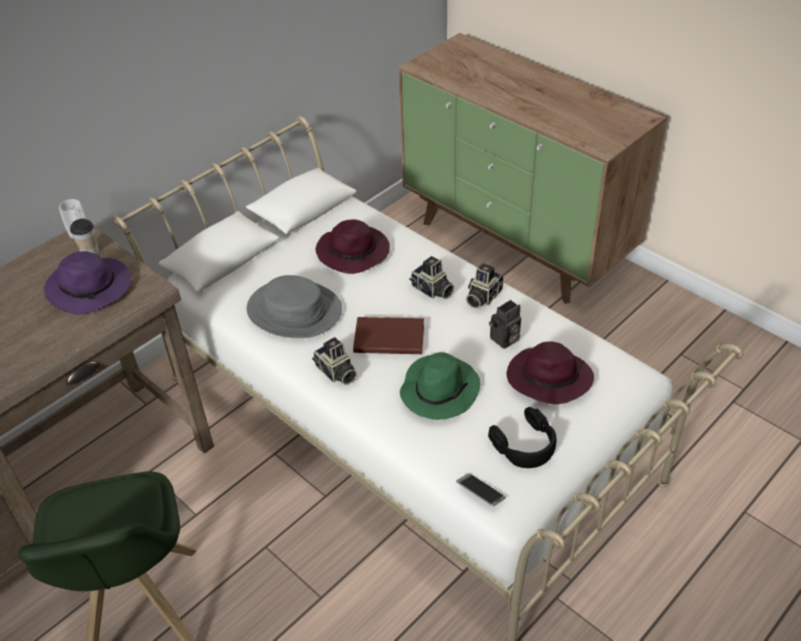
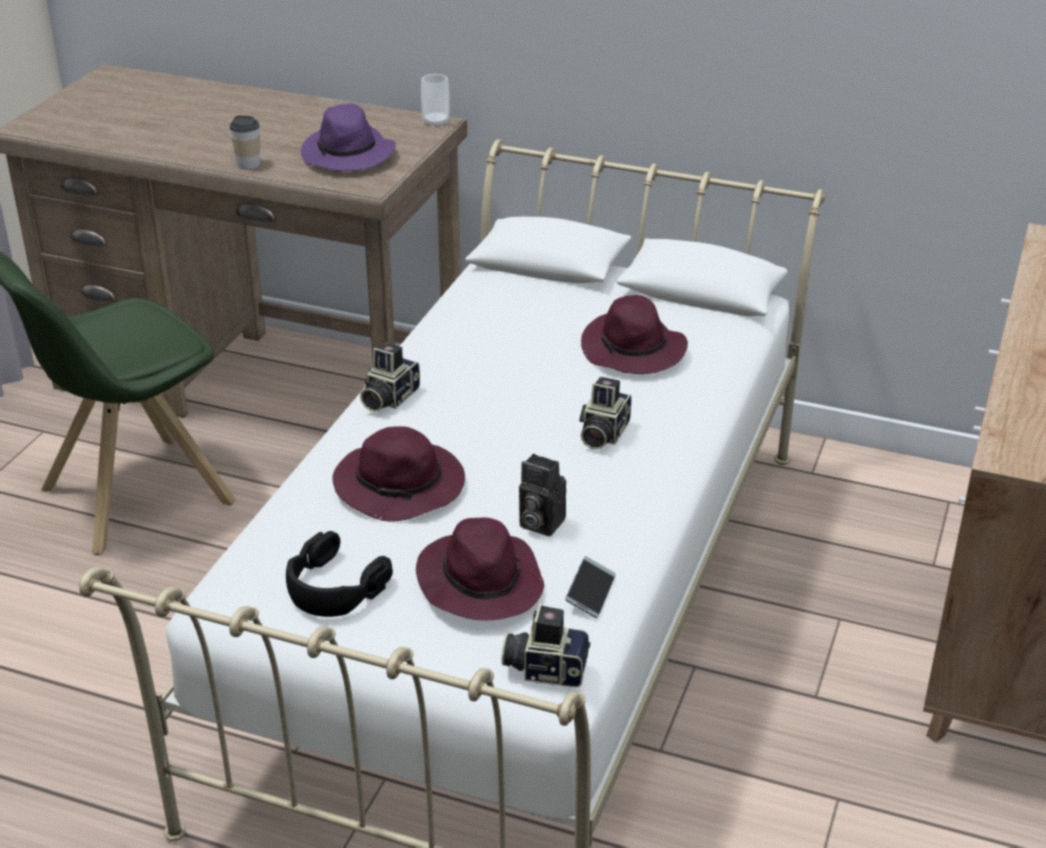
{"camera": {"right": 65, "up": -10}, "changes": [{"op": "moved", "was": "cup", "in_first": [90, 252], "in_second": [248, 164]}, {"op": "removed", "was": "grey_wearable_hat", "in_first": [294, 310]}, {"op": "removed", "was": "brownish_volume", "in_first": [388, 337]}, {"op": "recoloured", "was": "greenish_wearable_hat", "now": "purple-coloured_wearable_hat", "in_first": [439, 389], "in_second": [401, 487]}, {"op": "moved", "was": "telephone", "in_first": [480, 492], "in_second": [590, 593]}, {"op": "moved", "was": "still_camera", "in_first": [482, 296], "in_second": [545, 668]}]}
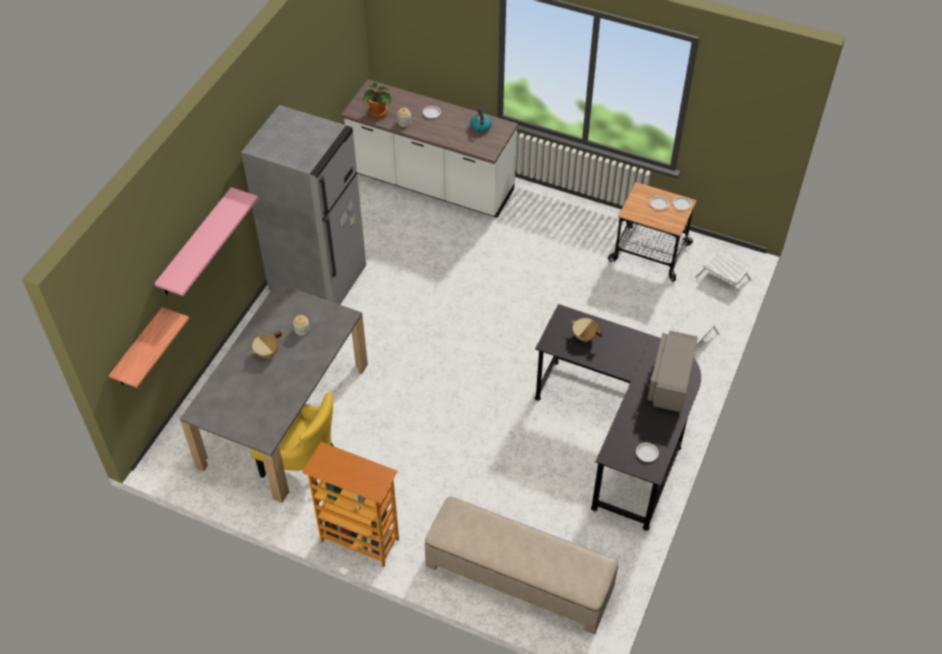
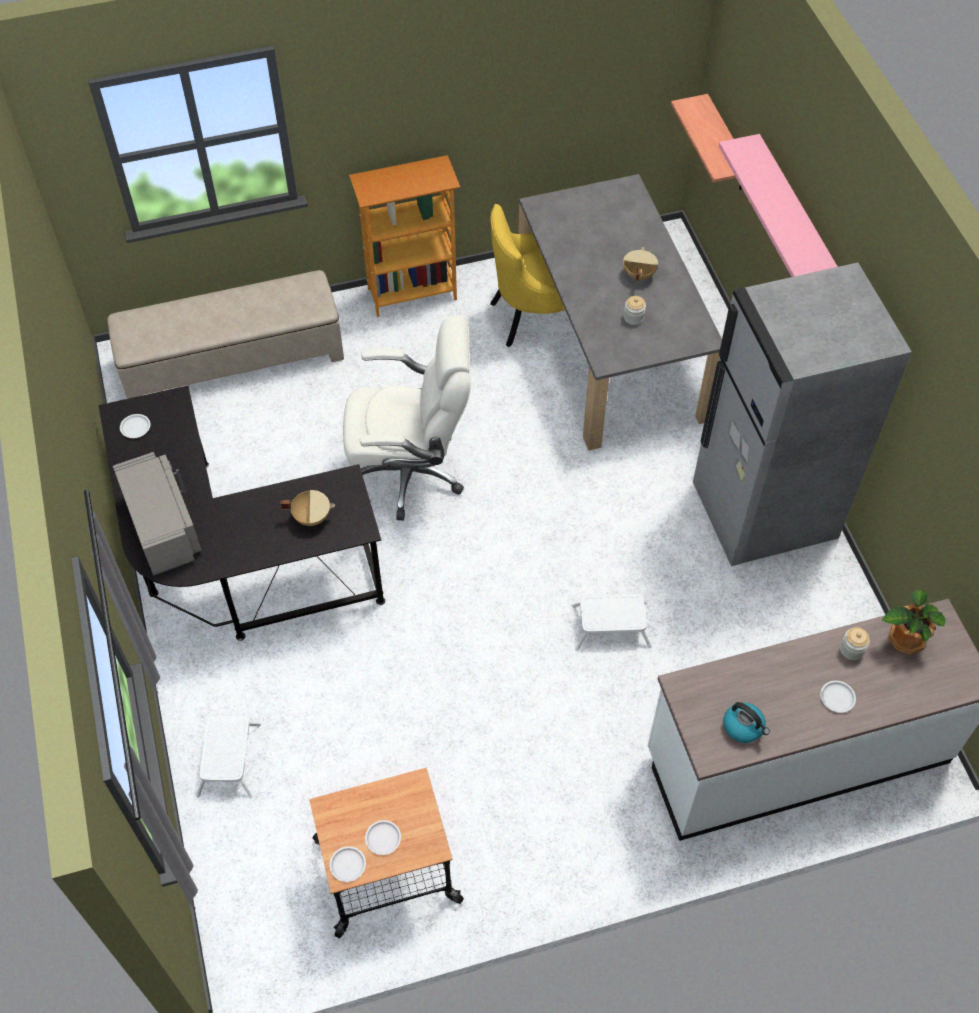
{"camera": {"right": 140, "up": 5}, "changes": [{"op": "moved", "was": "white-coloured_stepladder", "in_first": [723, 278], "in_second": [611, 626]}, {"op": "added", "now": "white-coloured_office_chair", "in_second": [411, 473]}]}
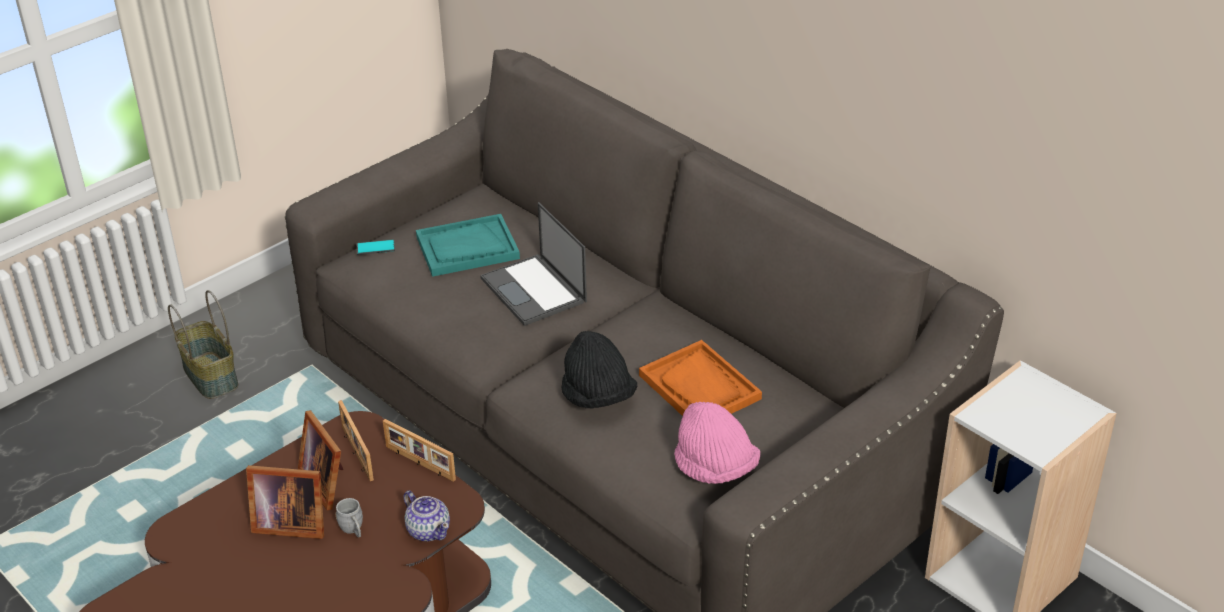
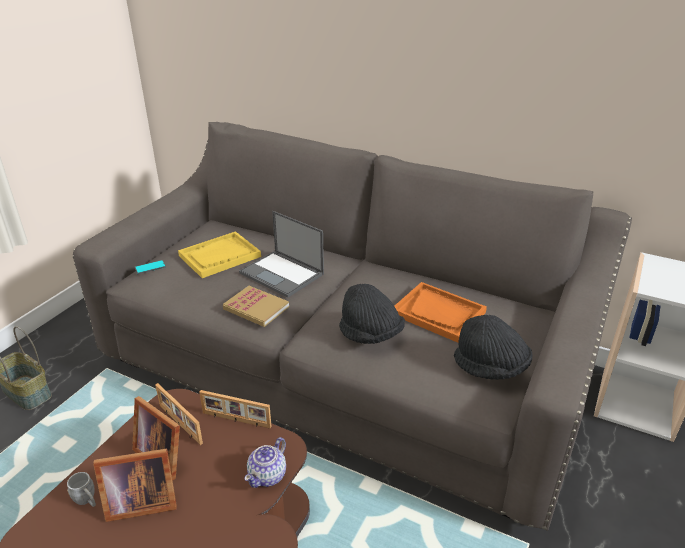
{"camera": {"right": -20, "up": -5}, "changes": [{"op": "moved", "was": "grey_tea_mug", "in_first": [353, 530], "in_second": [87, 500]}, {"op": "turned", "was": "teapot", "in_first": [428, 530], "in_second": [268, 475], "clockwise": 90}, {"op": "recoloured", "was": "turquoise-coloured_serving_tray", "now": "yellow-coloured_serving_tray", "in_first": [467, 248], "in_second": [219, 256]}, {"op": "recoloured", "was": "pinkish_wearable_hat", "now": "black_wearable_hat", "in_first": [715, 468], "in_second": [491, 367]}, {"op": "added", "now": "volume", "in_second": [256, 308]}]}
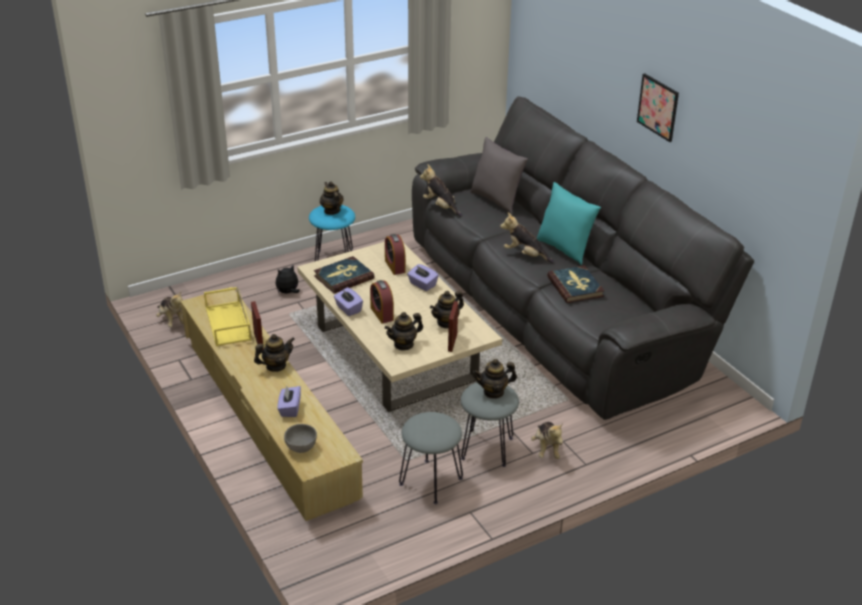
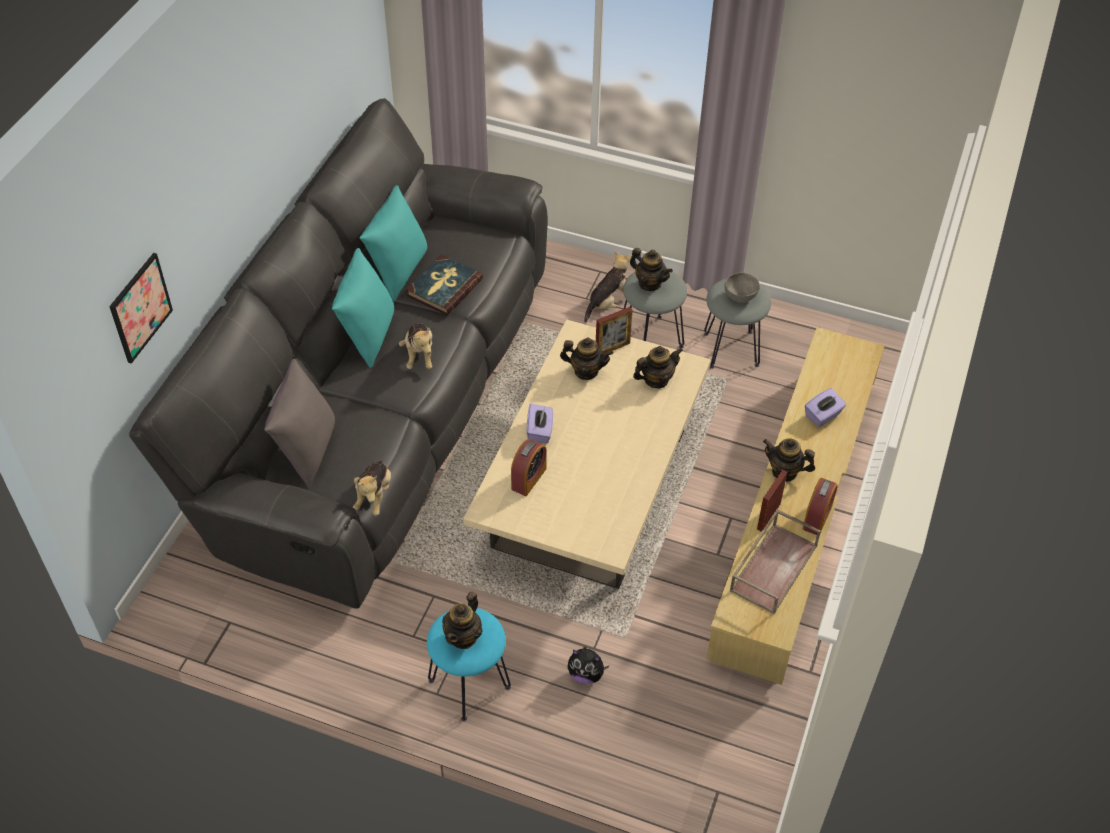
{"camera": {"right": -130, "up": 15}, "changes": [{"op": "removed", "was": "cuddly_toy", "in_first": [172, 320]}, {"op": "recoloured", "was": "yellow-coloured_serving_tray", "now": "brownish_serving_tray", "in_first": [229, 324], "in_second": [773, 567]}, {"op": "moved", "was": "grey_bowl", "in_first": [300, 447], "in_second": [741, 297]}, {"op": "removed", "was": "volume", "in_first": [343, 277]}, {"op": "removed", "was": "purple-coloured_tissue_box", "in_first": [348, 309]}, {"op": "moved", "was": "table_clock", "in_first": [382, 314], "in_second": [817, 517]}, {"op": "turned", "was": "teapot", "in_first": [404, 344], "in_second": [656, 380], "clockwise": -45}, {"op": "moved", "was": "picture", "in_first": [658, 107], "in_second": [140, 307]}, {"op": "added", "now": "turquoise-coloured_pillow", "in_second": [398, 272]}]}
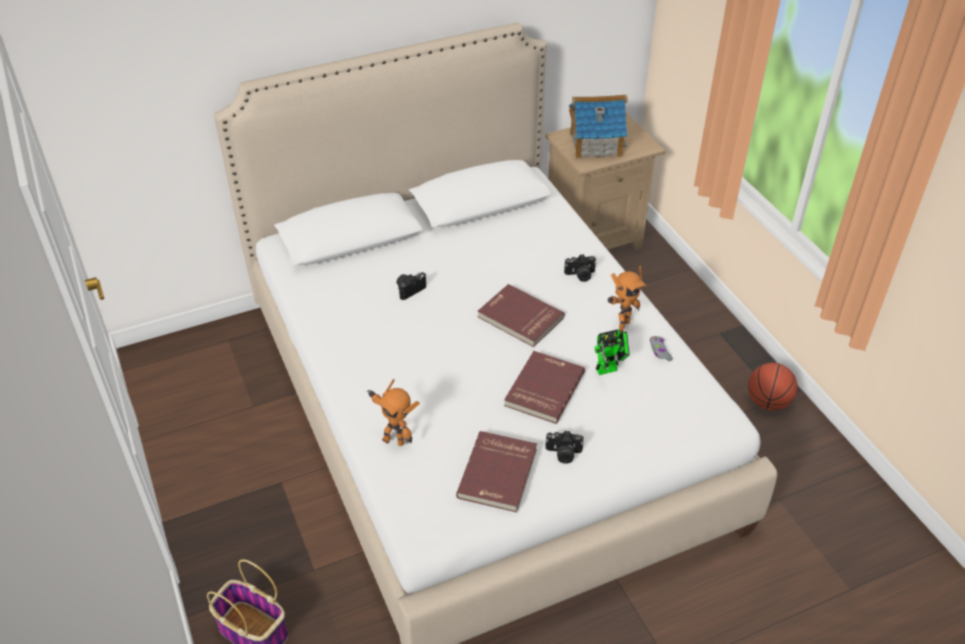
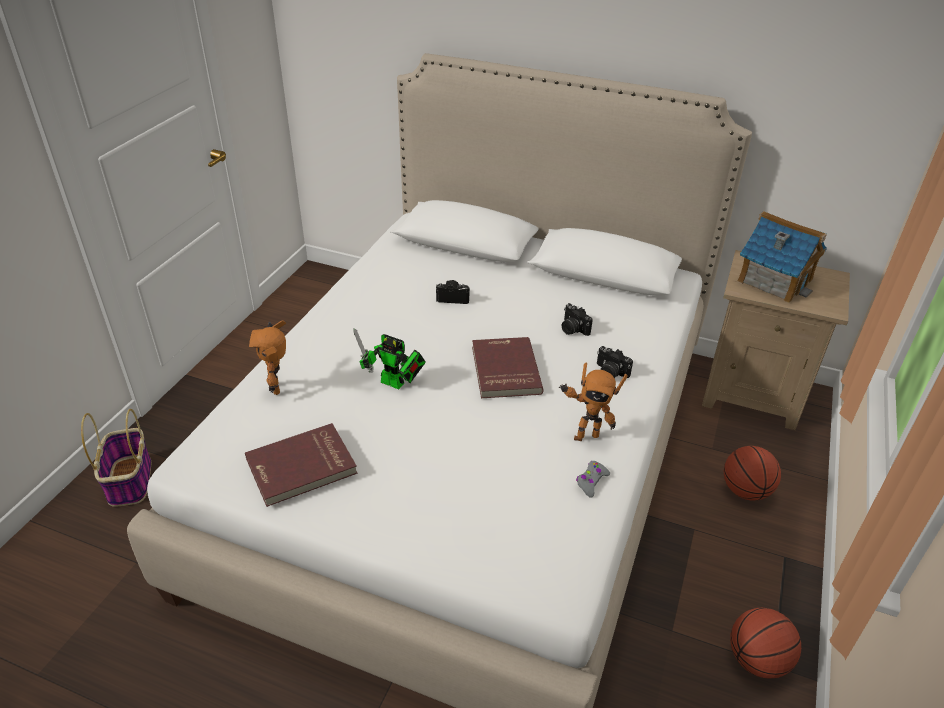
{"camera": {"right": 45, "up": -5}, "changes": [{"op": "removed", "was": "red-coloured_volume", "in_first": [543, 388]}, {"op": "moved", "was": "still_camera", "in_first": [563, 454], "in_second": [572, 329]}, {"op": "moved", "was": "toy_robot", "in_first": [609, 369], "in_second": [395, 384]}, {"op": "added", "now": "ball_for_basketball", "in_second": [745, 491]}]}
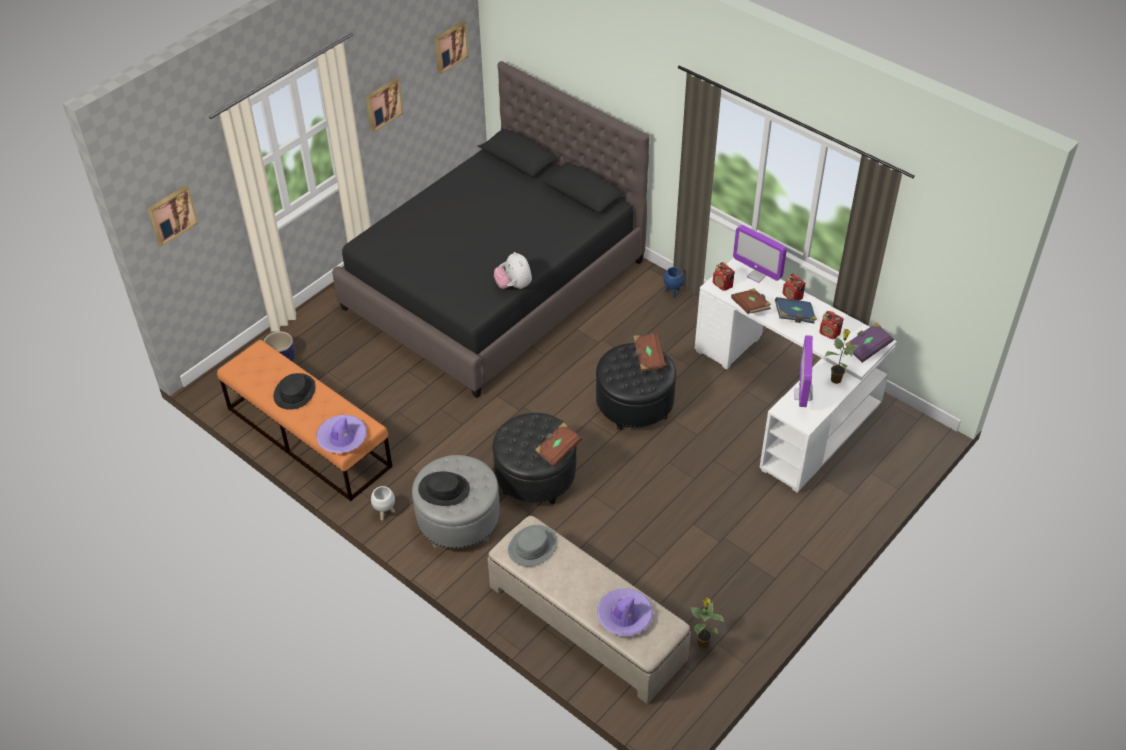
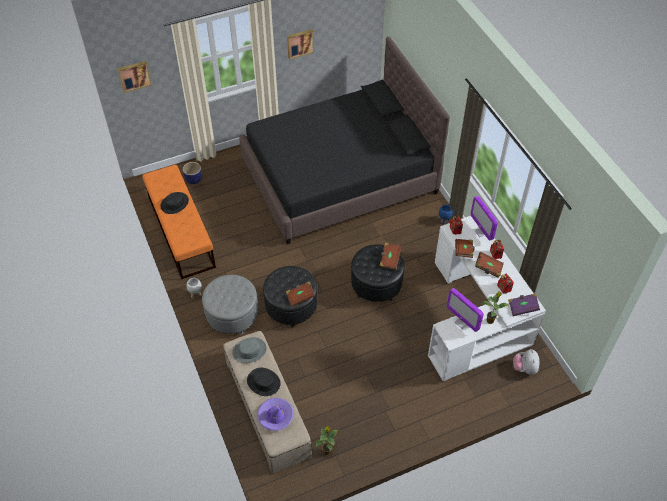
{"camera": {"right": 25, "up": 5}, "changes": [{"op": "removed", "was": "purple-coloured_wearable_hat", "in_first": [342, 438]}, {"op": "moved", "was": "black_wearable_hat", "in_first": [444, 489], "in_second": [263, 382]}, {"op": "removed", "was": "picture", "in_first": [450, 46]}, {"op": "moved", "was": "cuddly_toy", "in_first": [514, 285], "in_second": [524, 368]}, {"op": "recoloured", "was": "blue-coloured_volume", "now": "brownish_volume", "in_first": [794, 316], "in_second": [488, 268]}, {"op": "turned", "was": "monitor", "in_first": [803, 395], "in_second": [462, 322], "clockwise": -75}]}
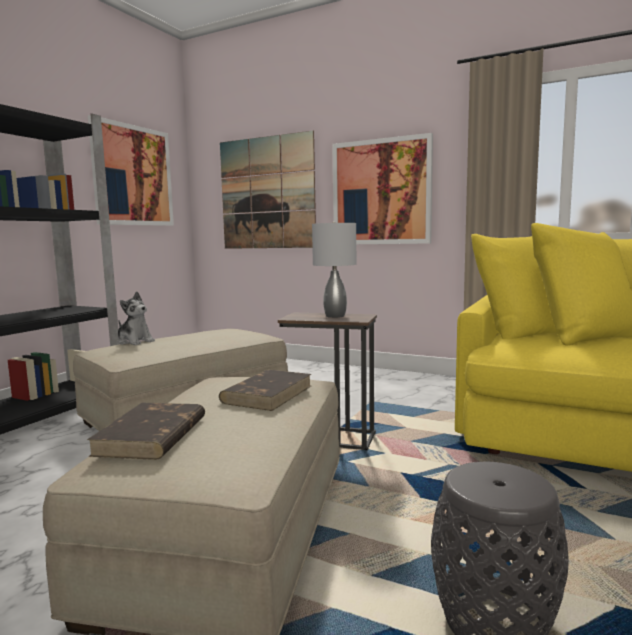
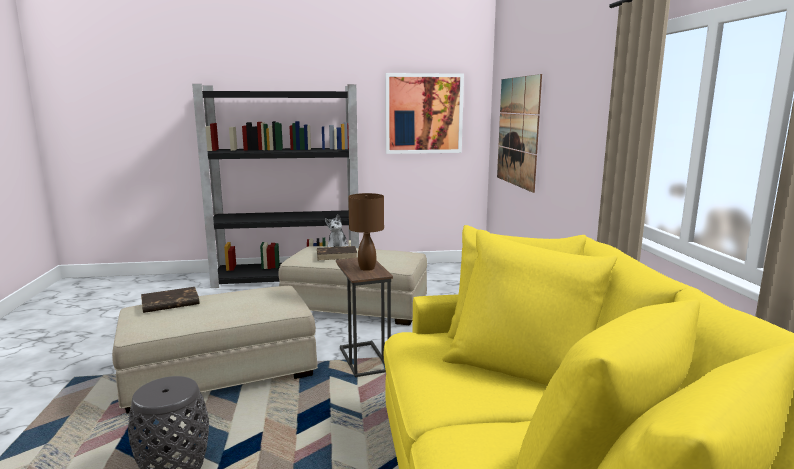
{"camera": {"right": 55, "up": 5}, "changes": [{"op": "moved", "was": "brownish_volume", "in_first": [268, 394], "in_second": [337, 255]}, {"op": "recoloured", "was": "grey_lamp_for_a_table", "now": "brownish_lamp_for_a_table", "in_first": [335, 316], "in_second": [367, 268]}, {"op": "removed", "was": "picture", "in_first": [381, 192]}]}
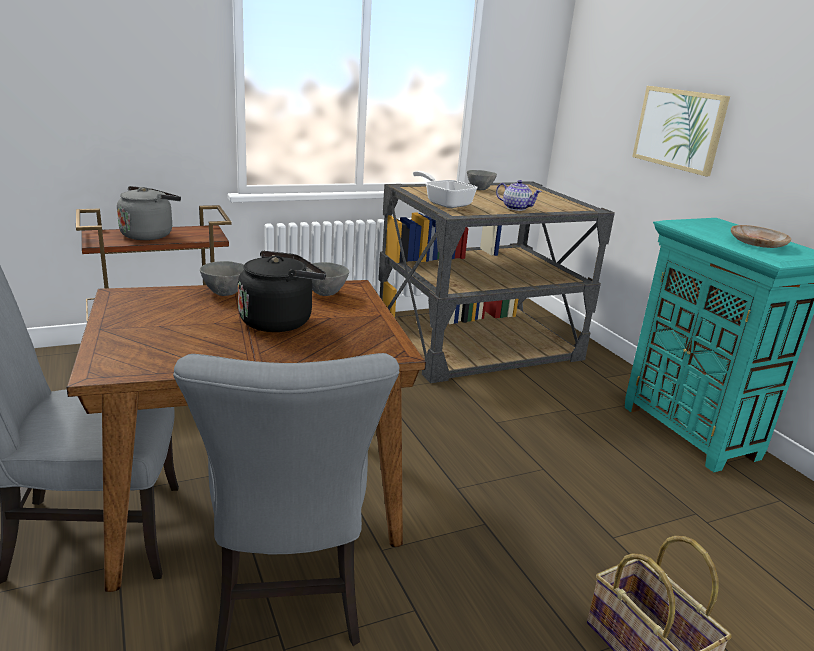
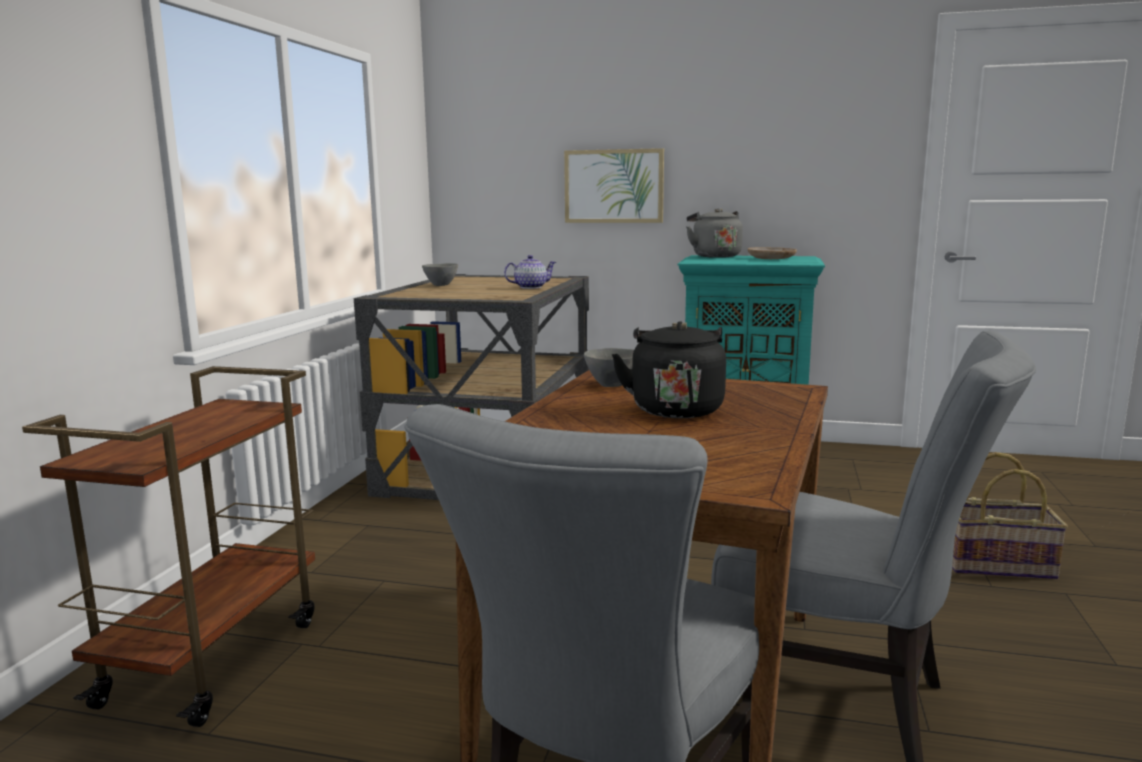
{"camera": {"right": -50, "up": -10}, "changes": [{"op": "moved", "was": "grey_water_kettle", "in_first": [149, 235], "in_second": [714, 256]}, {"op": "removed", "was": "grey_bowl", "in_first": [226, 293]}, {"op": "removed", "was": "frying_pan", "in_first": [445, 203]}]}
